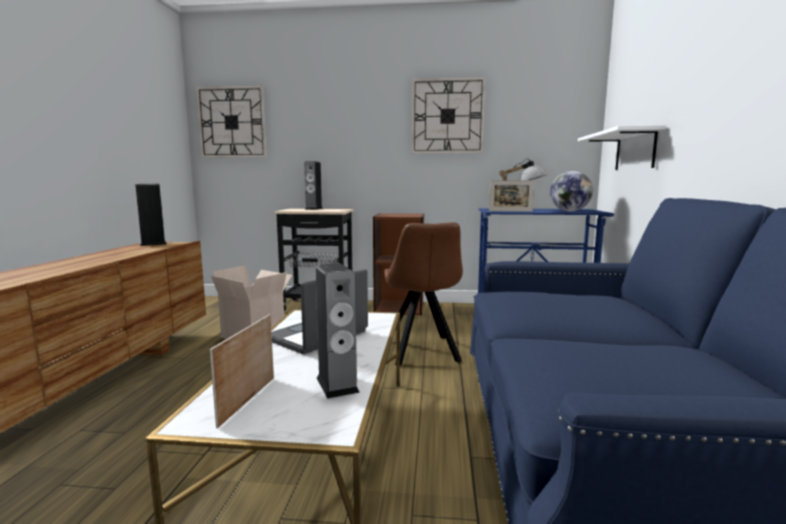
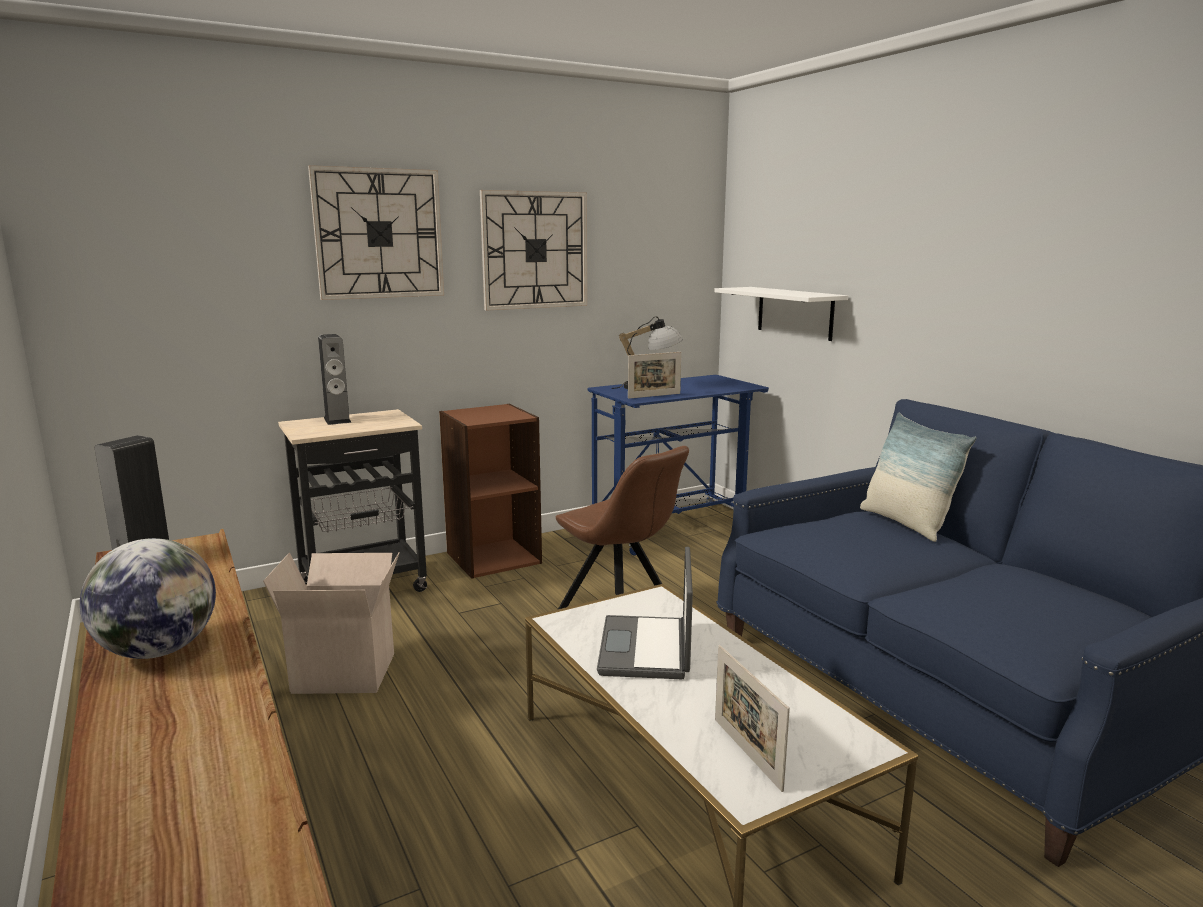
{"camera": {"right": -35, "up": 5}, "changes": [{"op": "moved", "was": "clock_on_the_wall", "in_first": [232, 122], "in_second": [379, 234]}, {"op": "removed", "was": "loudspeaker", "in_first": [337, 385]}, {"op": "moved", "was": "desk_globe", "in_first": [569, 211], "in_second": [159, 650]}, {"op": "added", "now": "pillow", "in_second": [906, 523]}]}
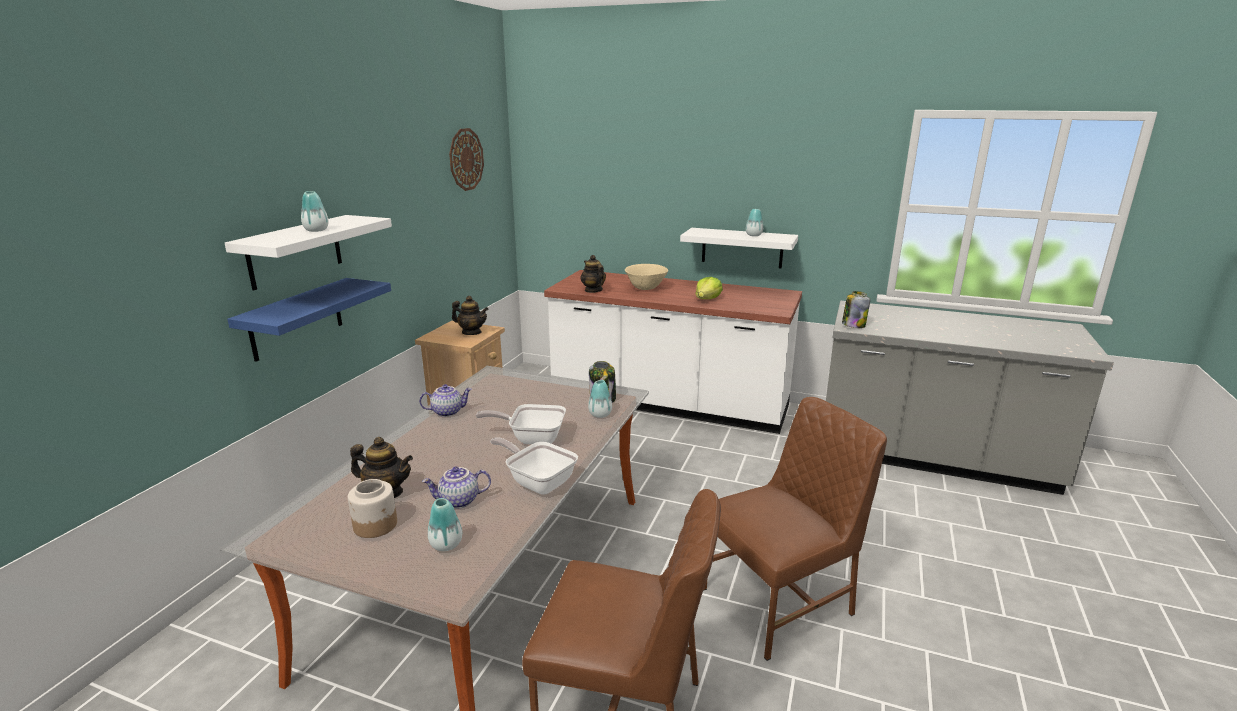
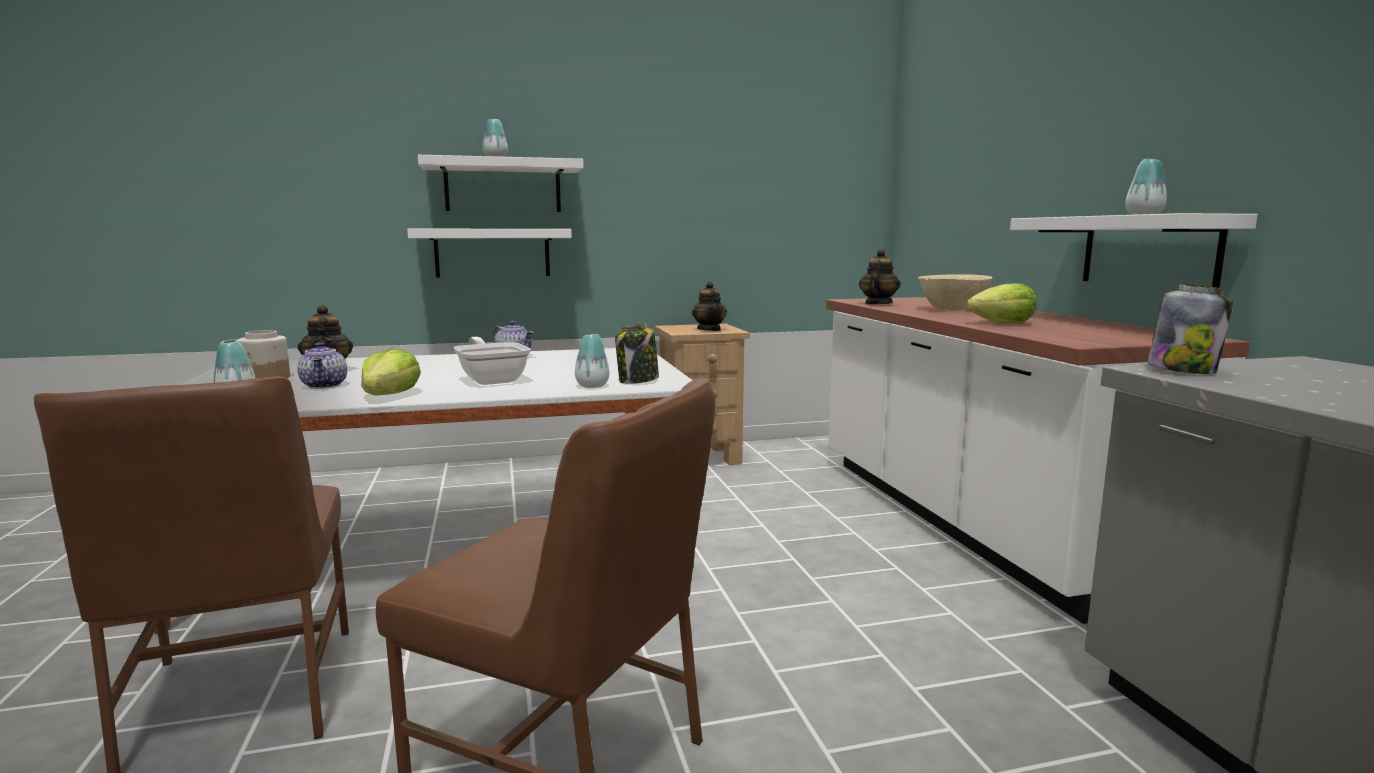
{"camera": {"right": 55, "up": -10}, "changes": [{"op": "recoloured", "was": "blue-coloured_wall_shelf", "now": "white-coloured_wall_shelf", "in_first": [296, 319], "in_second": [492, 253]}, {"op": "turned", "was": "teapot", "in_first": [458, 501], "in_second": [325, 385], "clockwise": -150}, {"op": "removed", "was": "clock_on_the_wall", "in_first": [466, 159]}, {"op": "replaced", "was": "frying_pan", "now": "lettuce", "in_first": [538, 481], "in_second": [390, 395]}]}
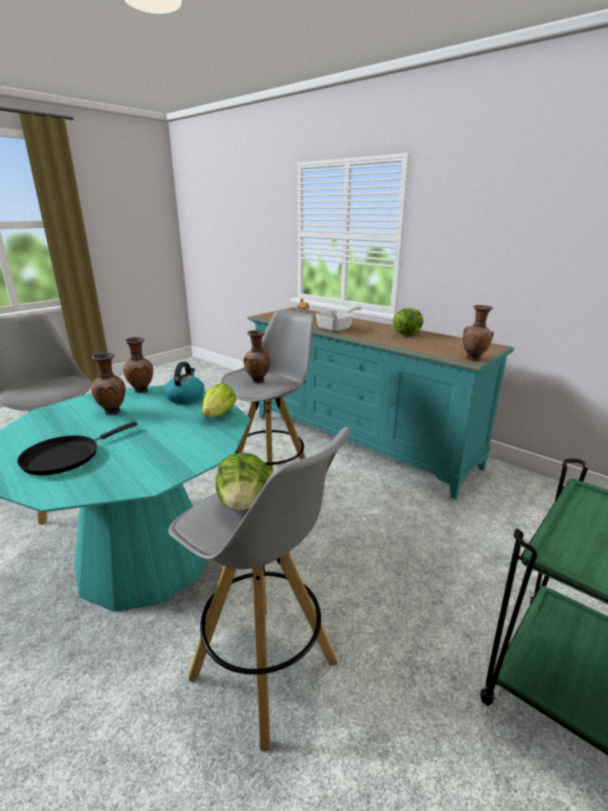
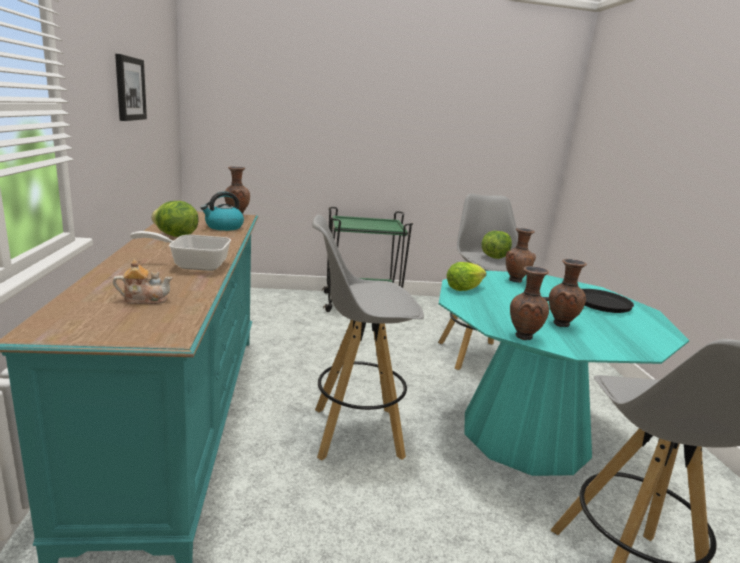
{"camera": {"right": -140, "up": -5}, "changes": [{"op": "moved", "was": "water_kettle", "in_first": [185, 397], "in_second": [223, 227]}, {"op": "moved", "was": "brownish_vase", "in_first": [258, 381], "in_second": [515, 280]}, {"op": "added", "now": "picture", "in_second": [129, 88]}]}
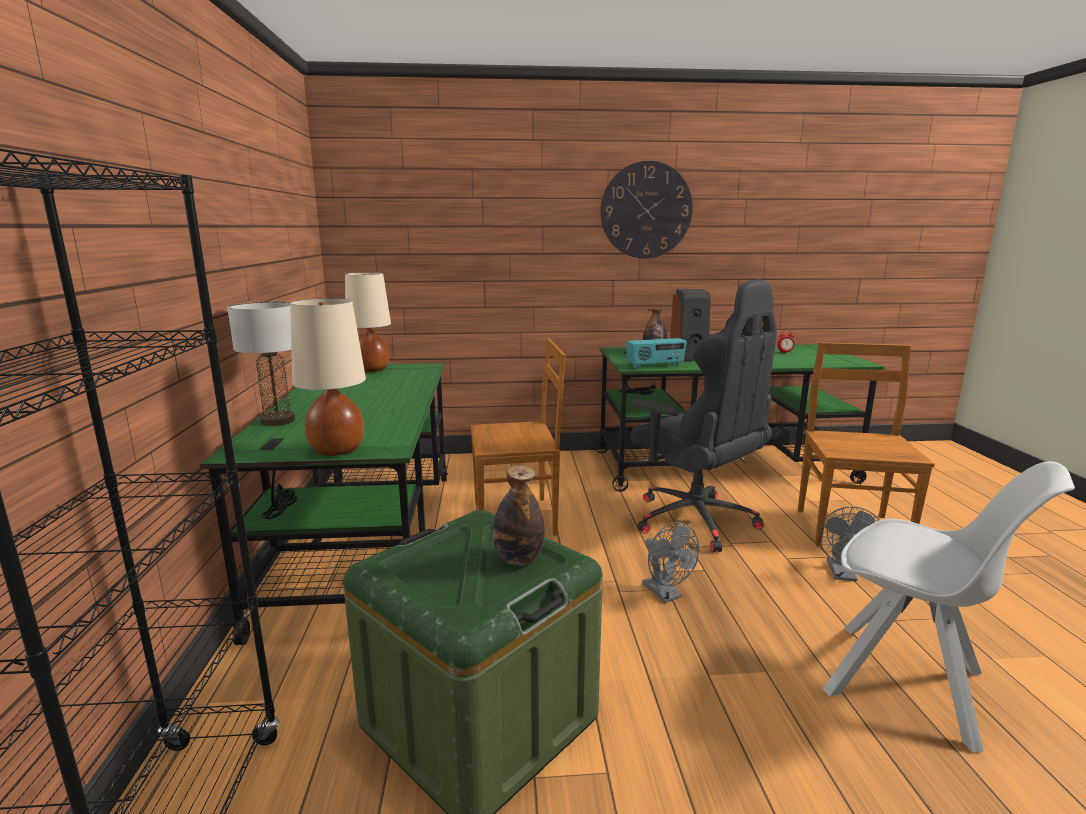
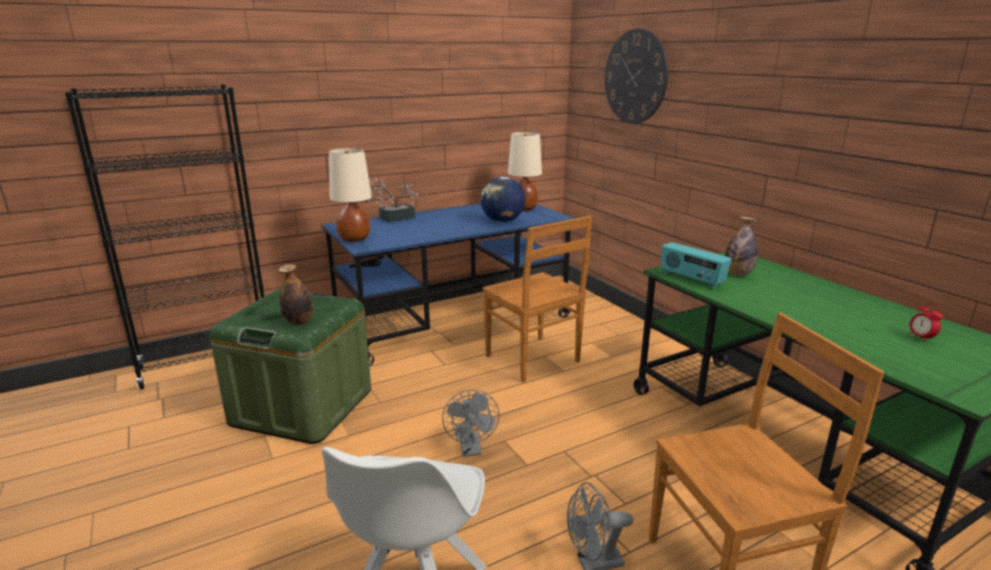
{"camera": {"right": 65, "up": 5}, "changes": [{"op": "recoloured", "was": "greenish_desk", "now": "blue-coloured_desk", "in_first": [367, 542], "in_second": [452, 322]}, {"op": "replaced", "was": "lamp_for_a_table", "now": "potted_plant", "in_first": [277, 421], "in_second": [393, 218]}, {"op": "moved", "was": "clock_on_the_wall", "in_first": [646, 210], "in_second": [635, 77]}, {"op": "removed", "was": "black_office_chair", "in_first": [693, 520]}, {"op": "turned", "was": "grey_electric_fan", "in_first": [666, 594], "in_second": [471, 450], "clockwise": -45}, {"op": "removed", "was": "loudspeaker", "in_first": [689, 355]}, {"op": "added", "now": "desk_globe", "in_second": [502, 221]}]}
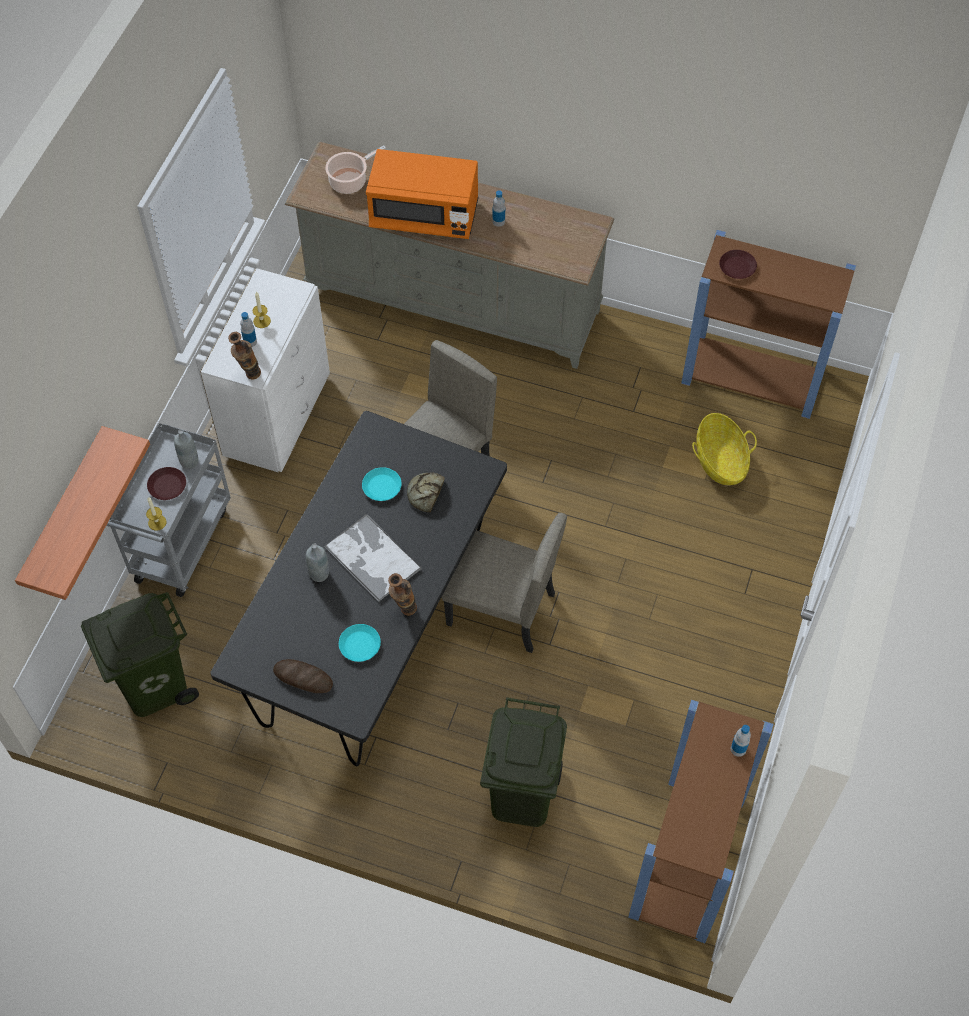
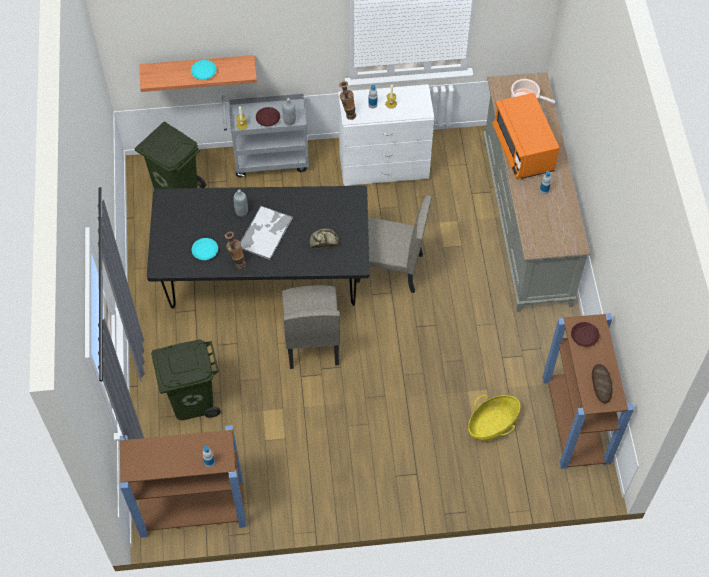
{"camera": {"right": 65, "up": 0}, "changes": [{"op": "moved", "was": "baked_bread", "in_first": [303, 678], "in_second": [601, 384]}, {"op": "moved", "was": "turquoise-coloured_flat_dish", "in_first": [382, 486], "in_second": [204, 72]}]}
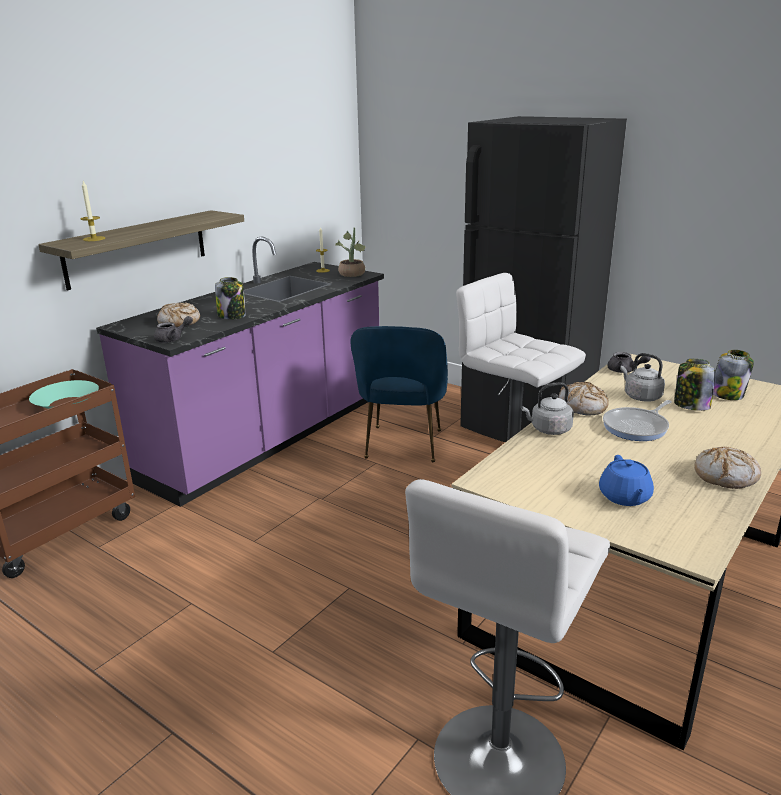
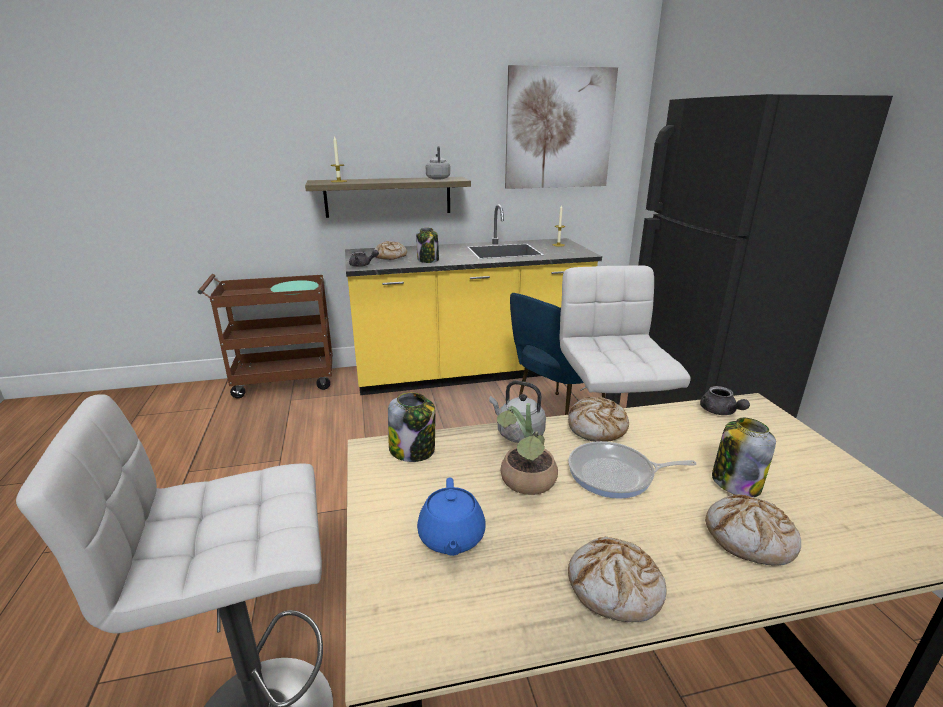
{"camera": {"right": 40, "up": 0}, "changes": [{"op": "recoloured", "was": "purple-coloured_kitchen_counter", "now": "yellow-coloured_kitchen_counter", "in_first": [269, 439], "in_second": [470, 373]}, {"op": "moved", "was": "potted_plant", "in_first": [352, 274], "in_second": [525, 484]}, {"op": "turned", "was": "blue-coloured_teapot", "in_first": [624, 497], "in_second": [451, 538], "clockwise": -45}, {"op": "moved", "was": "grey_water_kettle", "in_first": [640, 396], "in_second": [438, 178]}, {"op": "moved", "was": "storage_jar", "in_first": [727, 394], "in_second": [413, 450]}, {"op": "added", "now": "picture", "in_second": [559, 129]}, {"op": "added", "now": "baked_bread", "in_second": [750, 538]}]}
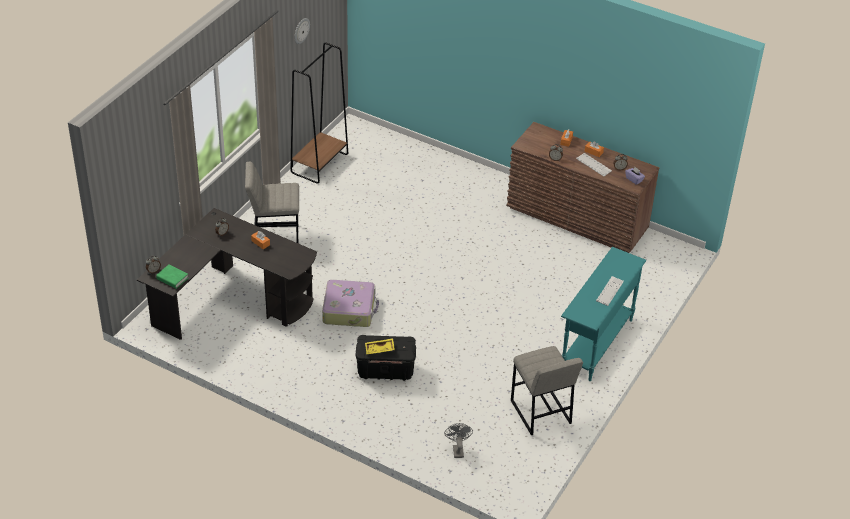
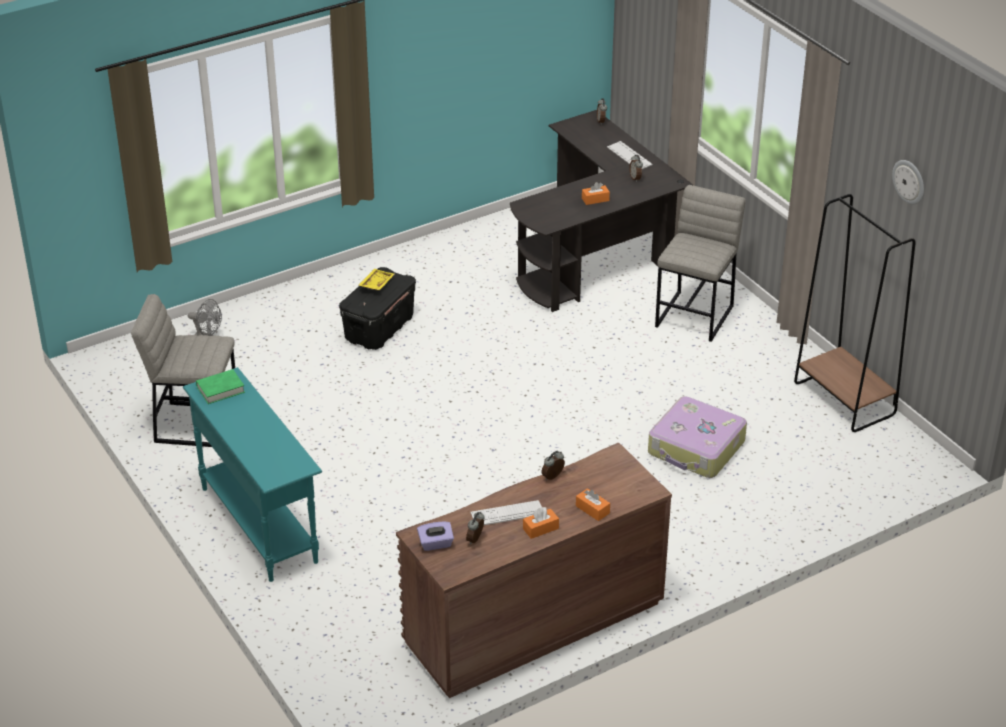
{"camera": {"right": 120, "up": -5}, "changes": [{"op": "moved", "was": "greenish_volume", "in_first": [172, 278], "in_second": [220, 389]}, {"op": "moved", "was": "suitcase", "in_first": [349, 309], "in_second": [696, 448]}, {"op": "moved", "was": "keyboard", "in_first": [609, 291], "in_second": [629, 156]}]}
